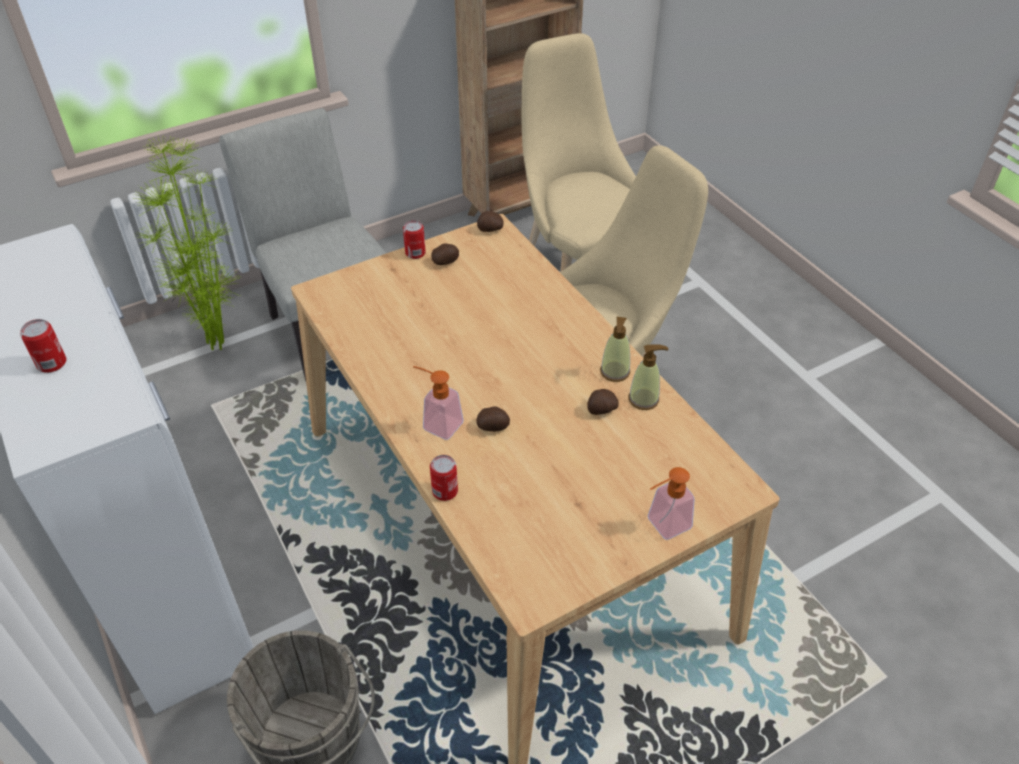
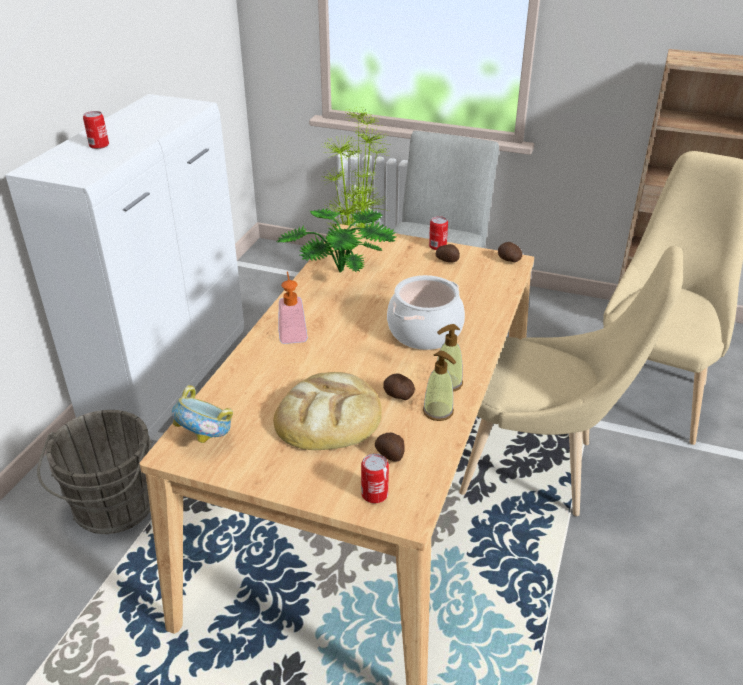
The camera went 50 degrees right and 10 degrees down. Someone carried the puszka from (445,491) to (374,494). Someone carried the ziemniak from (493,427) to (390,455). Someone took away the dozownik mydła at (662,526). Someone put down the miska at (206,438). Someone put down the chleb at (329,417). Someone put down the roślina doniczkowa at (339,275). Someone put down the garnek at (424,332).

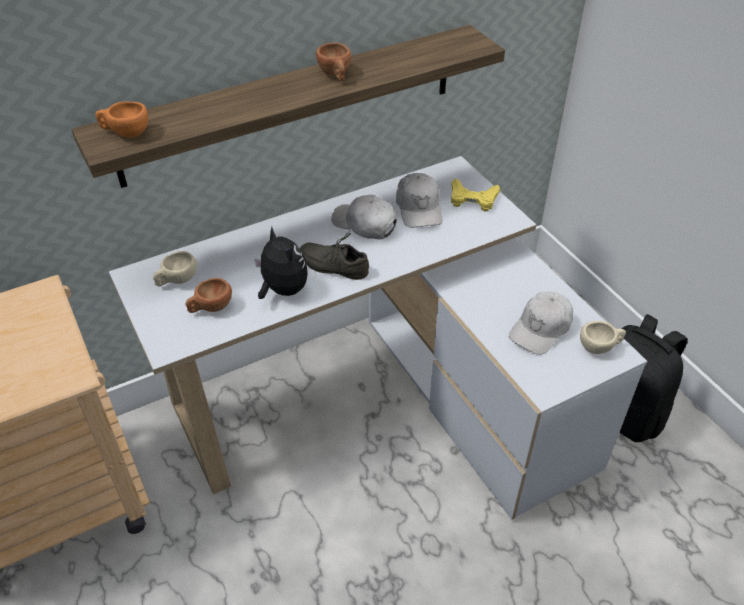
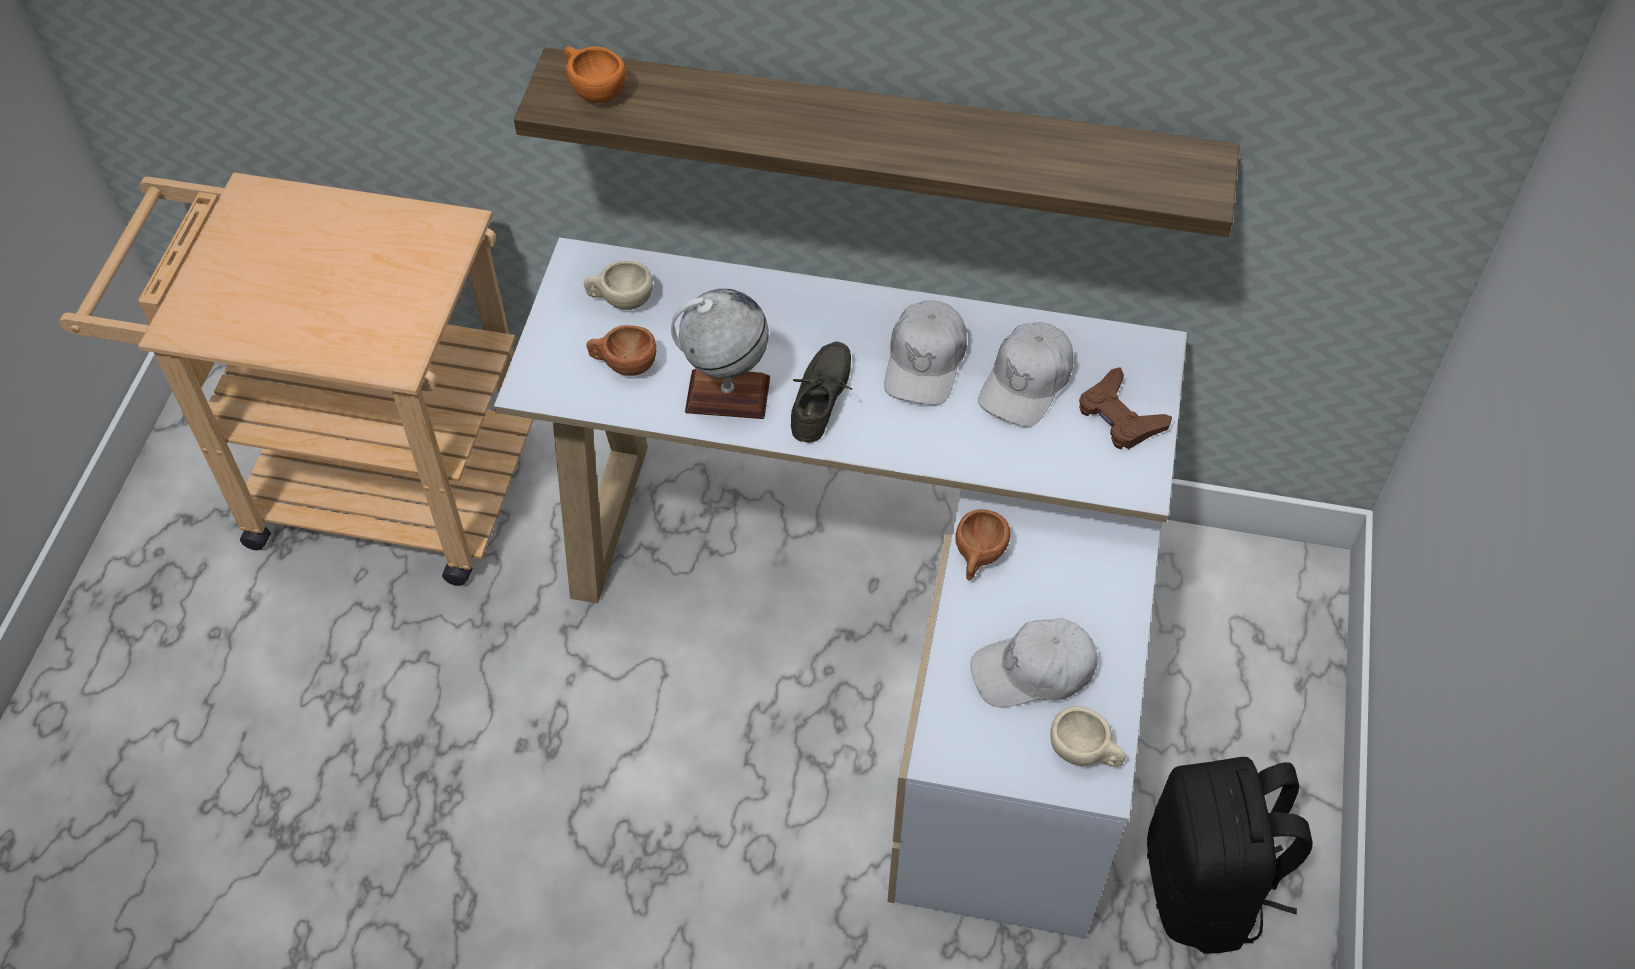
The camera went 40 degrees right and 10 degrees up. Someone swapped the pluszak at (282,290) for the globus at (727,394). Someone rotated the but [szary] at (334,265) by 45 degrees clockwise. Someone carried the filiżanka [brązowy] from (336,75) to (978,558). Someone rotated the czapka z daszkiem [biały] at (364,224) by 150 degrees counterclockwise. Someone repainted the pad do gier [żółty] at (473,199), which became the pad do gier [brązowy] at (1120,416).

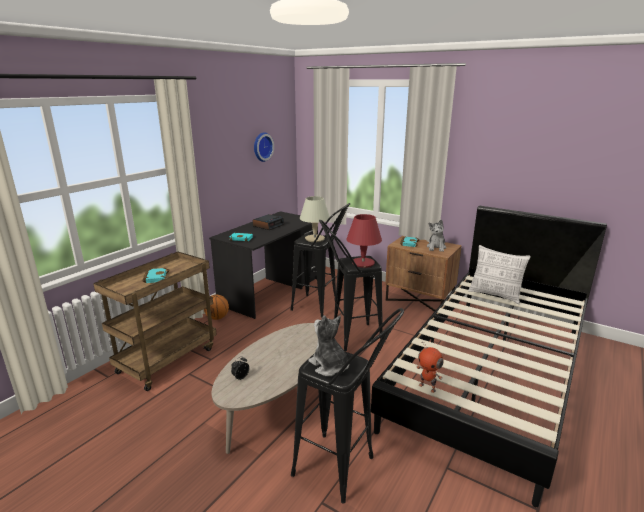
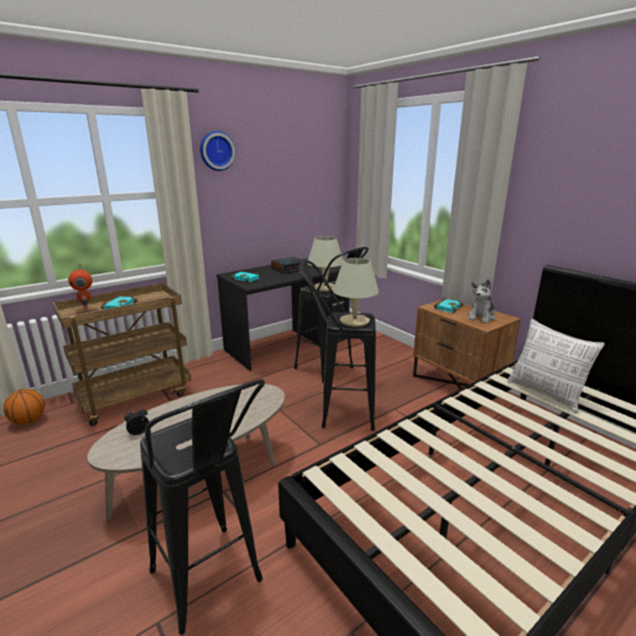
The camera went 20 degrees right and 0 degrees up. Someone carried the piłka do koszykówki from (217,318) to (28,421). Someone carried the zegar ścienny from (261,147) to (216,151). Someone took away the pluszak at (329,366). Someone repainted the lampa stołowa [czerwony] at (363,263), which became the lampa stołowa [beżowy] at (354,321). Someone carried the robot zabawkowy from (427,387) to (87,309).

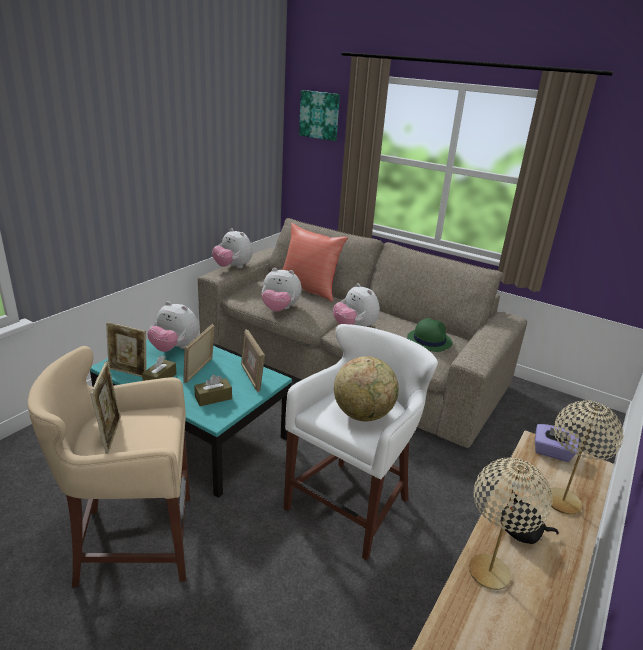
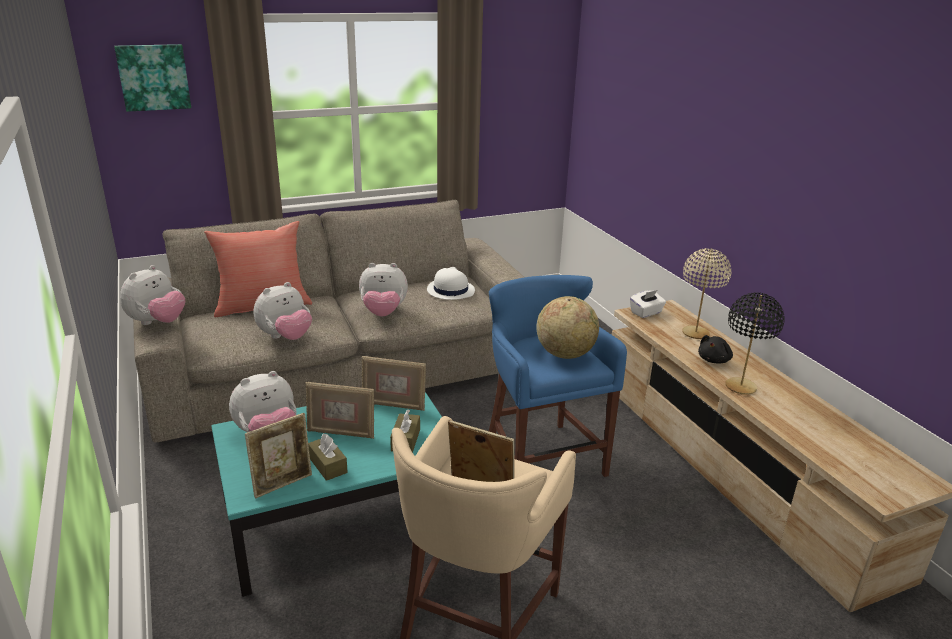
The camera went 55 degrees left and 0 degrees up. Someone rotated the ramka na zdjęcie at (200,371) by 45 degrees counterclockwise. Someone rotated the pluszak at (232,267) by 45 degrees counterclockwise. Someone repainted the stołek [biały] at (351,503), which became the stołek [niebieski] at (541,455). Someone repainted the kapelusz [zielony] at (429,340), which became the kapelusz [biały] at (450,290). Someone repainted the lampa stołowa [beżowy] at (489,573), which became the lampa stołowa [czarny] at (741,387). Someone repainted the pudełko chusteczek [fioletowy] at (552,452), which became the pudełko chusteczek [biały] at (646,313).

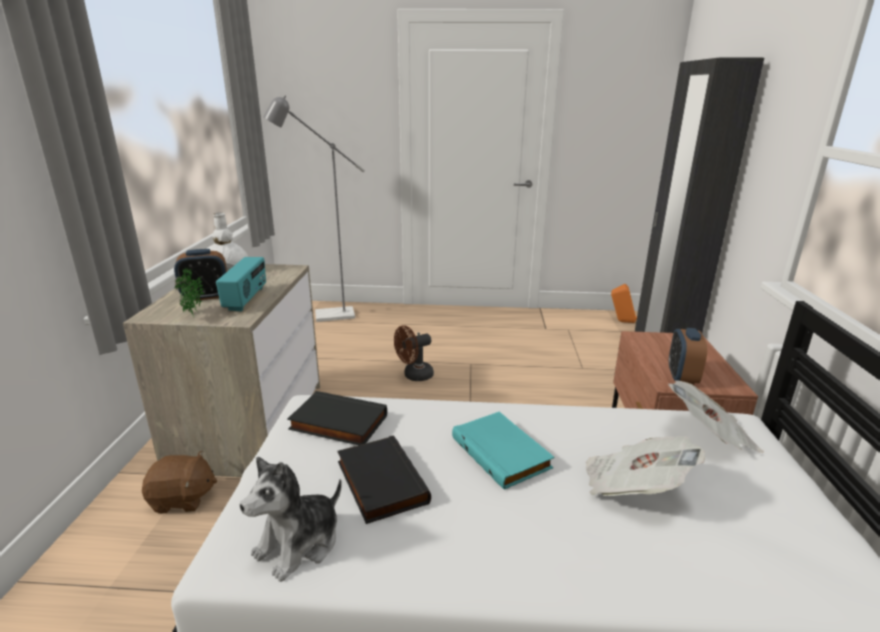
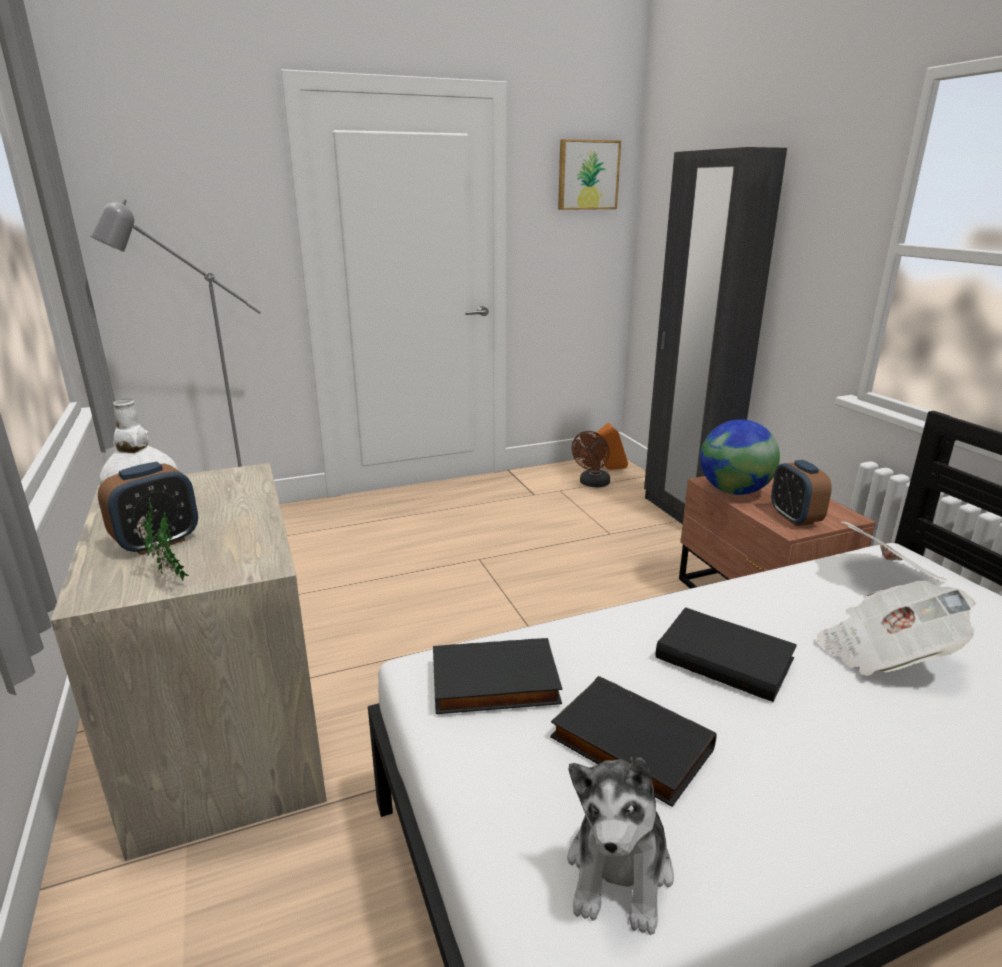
The camera went 25 degrees left and 0 degrees up. Someone took away the pluszak [brązowy] at (182,499). Someone took away the radio at (246,299). Someone carried the wentylator [brązowy] from (414,376) to (592,484). Someone repainted the książka [turkusowy] at (503,452), which became the książka [czarny] at (726,657). Someone put up the obraz at (587,175). Someone put down the globus at (734,491).

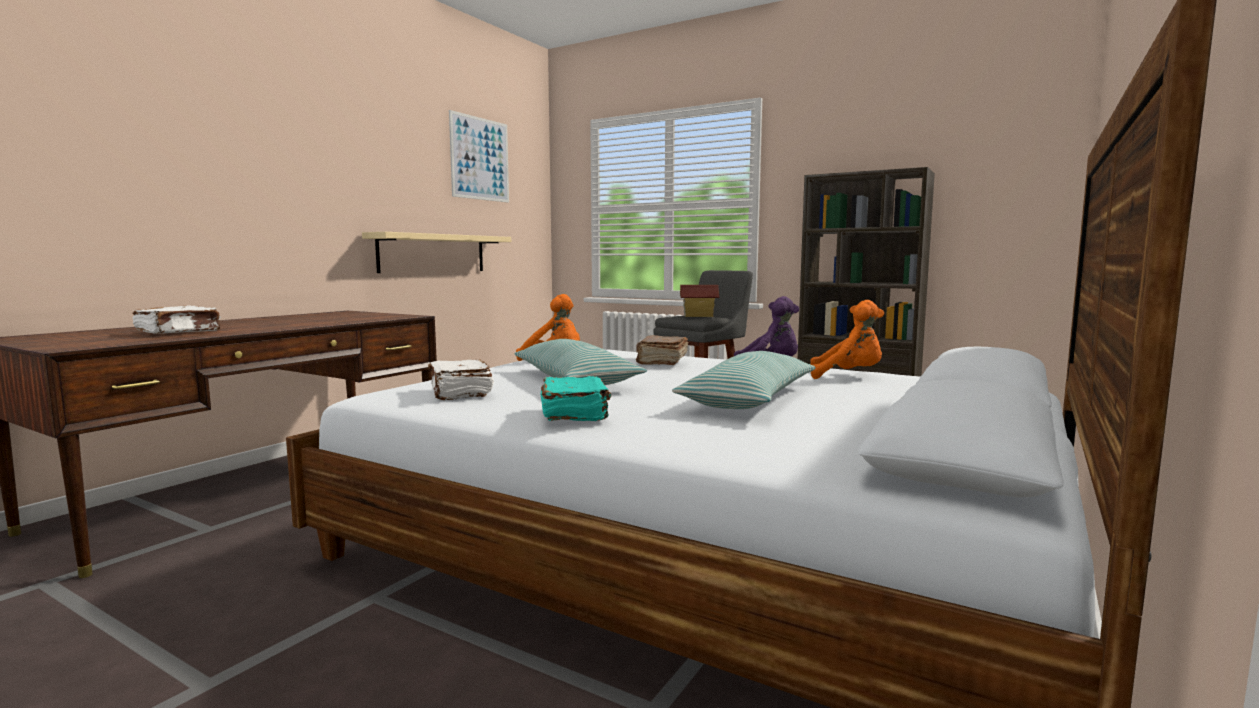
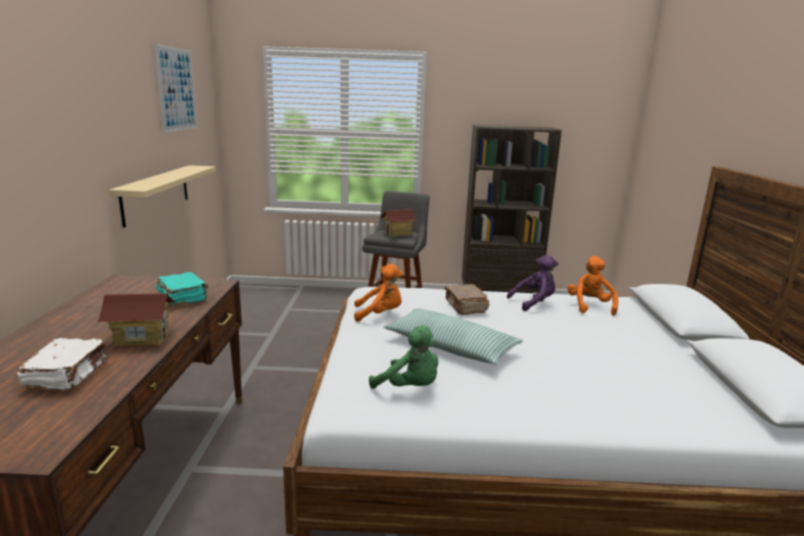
The camera went 30 degrees left and 10 degrees up. Someone swapped the książka [biały] at (460,392) for the pluszak [zielony] at (409,387). Someone carried the książka [turkusowy] from (575,415) to (183,297). Someone took away the poduszka at (749,400). Someone rotated the pluszak [pomarańczowy] at (848,376) by 75 degrees counterclockwise. Someone put down the domek at (142,338).

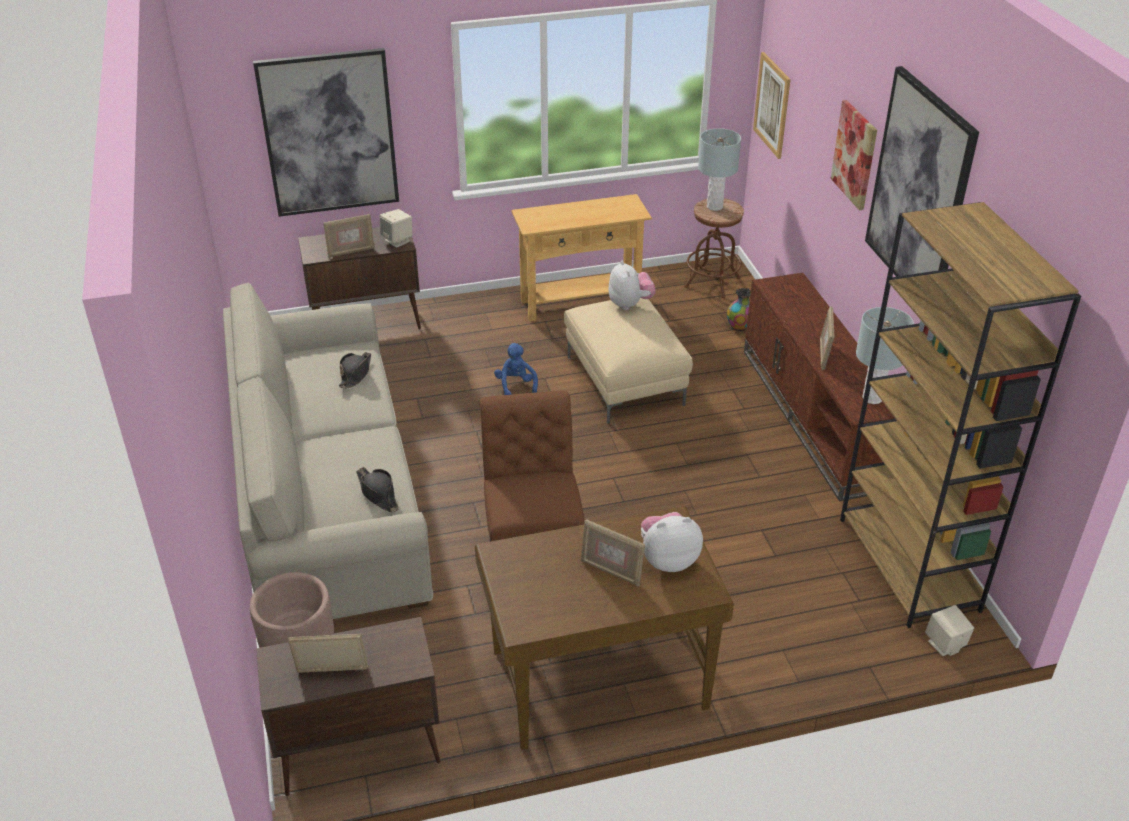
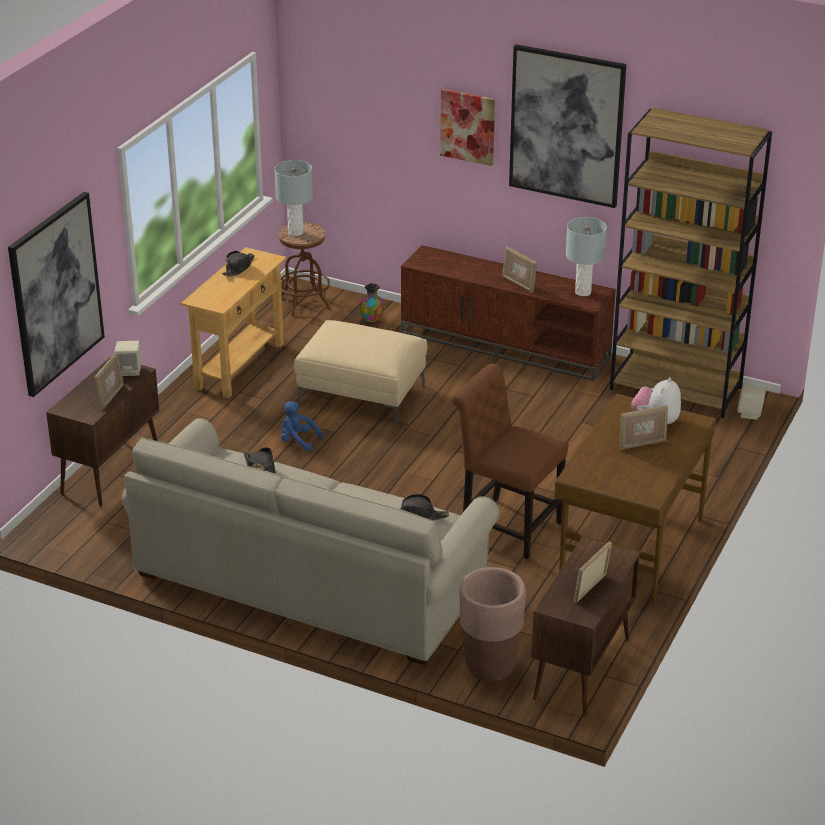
The camera went 50 degrees left and 5 degrees down. Someone took away the pluszak at (630,304). Someone took away the obraz at (772,105). Someone put down the kapelusz [czarny] at (238,268).

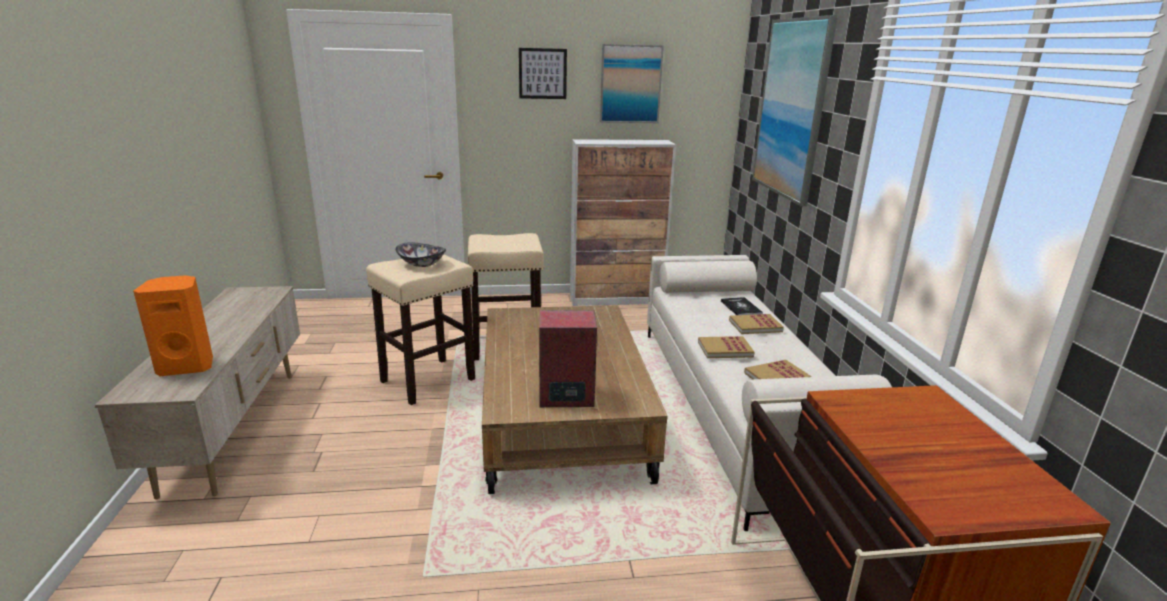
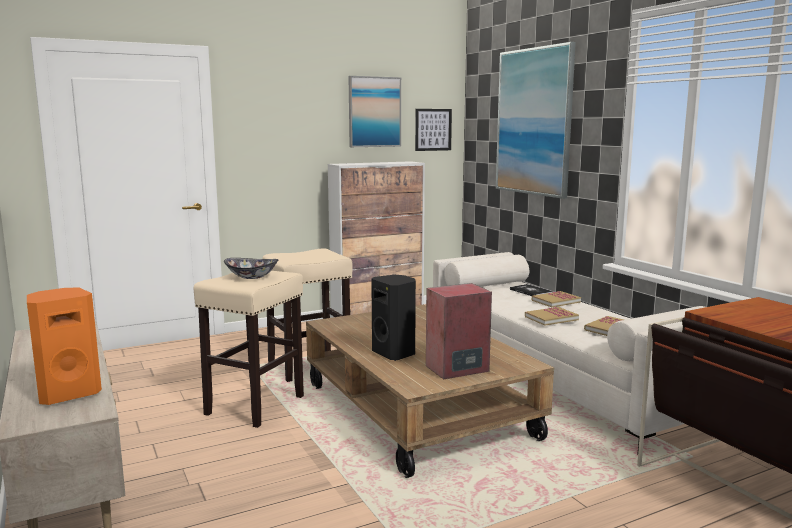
The camera went 20 degrees left and 10 degrees down. Someone carried the obraz from (542,73) to (433,129). Someone put down the głośnik [czarny] at (395,353).

